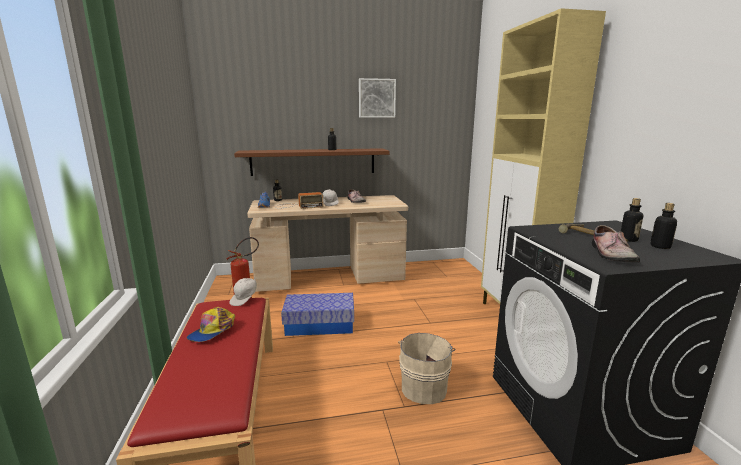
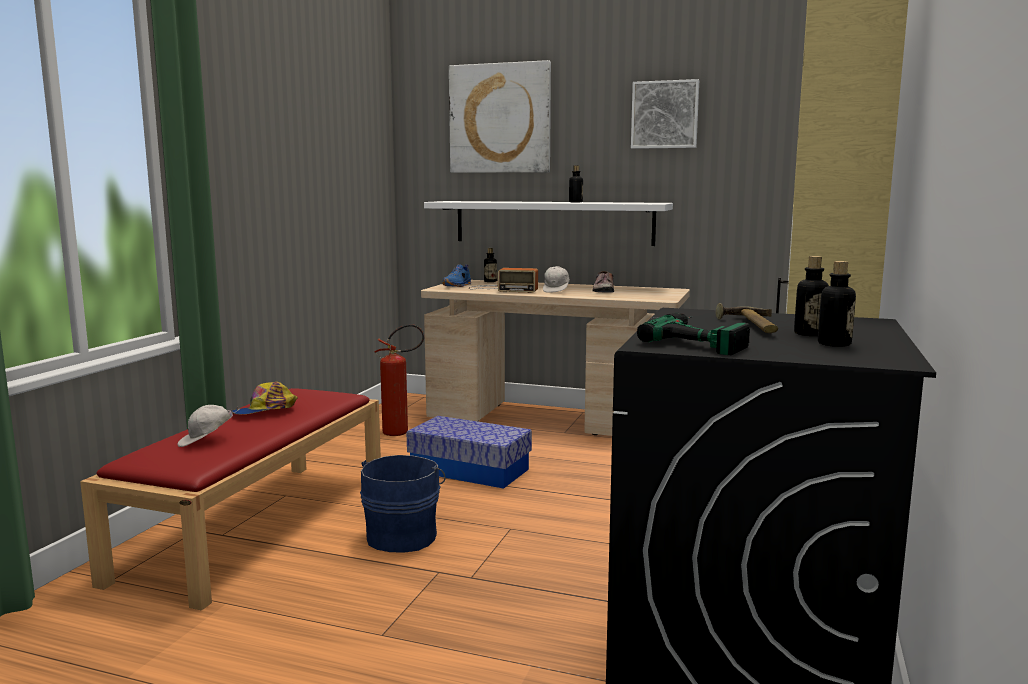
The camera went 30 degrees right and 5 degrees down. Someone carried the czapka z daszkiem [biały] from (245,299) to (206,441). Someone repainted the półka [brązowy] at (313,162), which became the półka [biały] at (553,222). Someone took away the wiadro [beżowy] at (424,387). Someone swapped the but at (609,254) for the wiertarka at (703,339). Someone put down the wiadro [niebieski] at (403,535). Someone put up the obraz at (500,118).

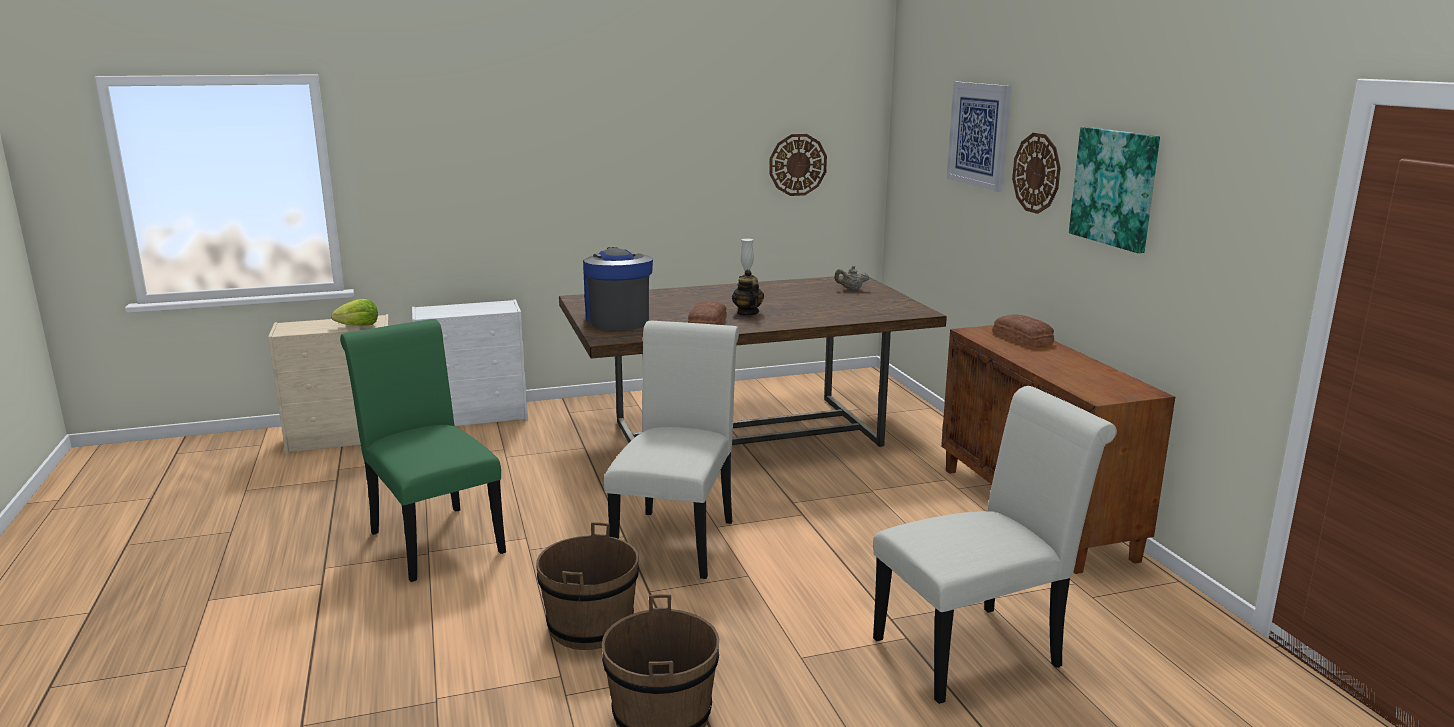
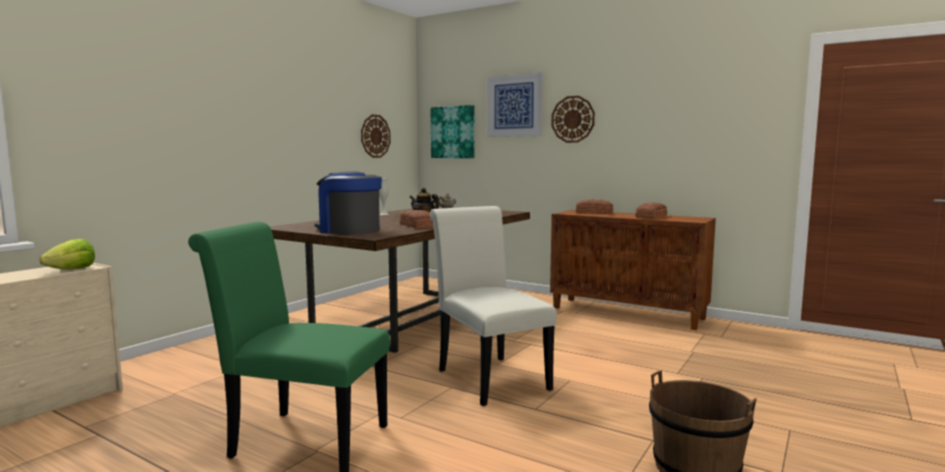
The camera went 40 degrees left and 10 degrees down. Someone took away the komoda [biały] at (476,417). Someone took away the wiadro [brązowy] at (590,626). Someone took away the krzesło [biały] at (977,649). Someone carried the obraz from (1115,187) to (453,132). Someone put down the chleb at (652,217).

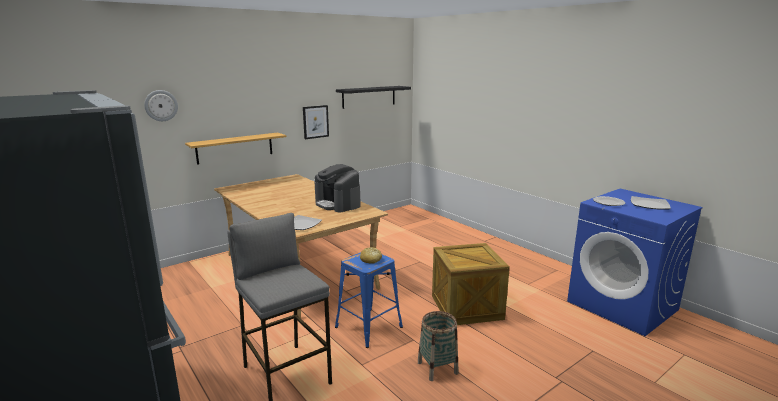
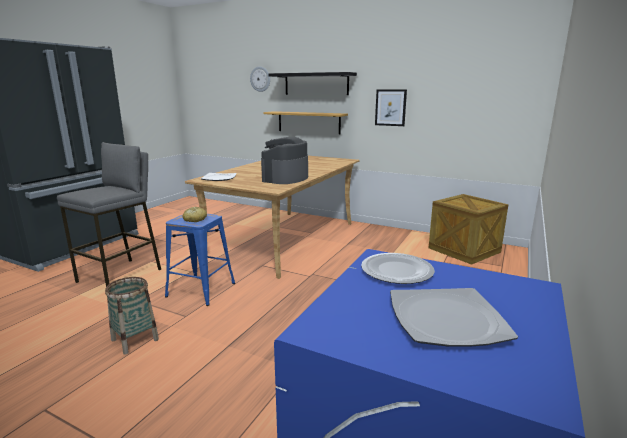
The camera went 65 degrees right and 0 degrees up. Someone carried the półka [czarny] from (369,97) to (316,84). Someone carried the skrzynka from (466,307) to (464,250).

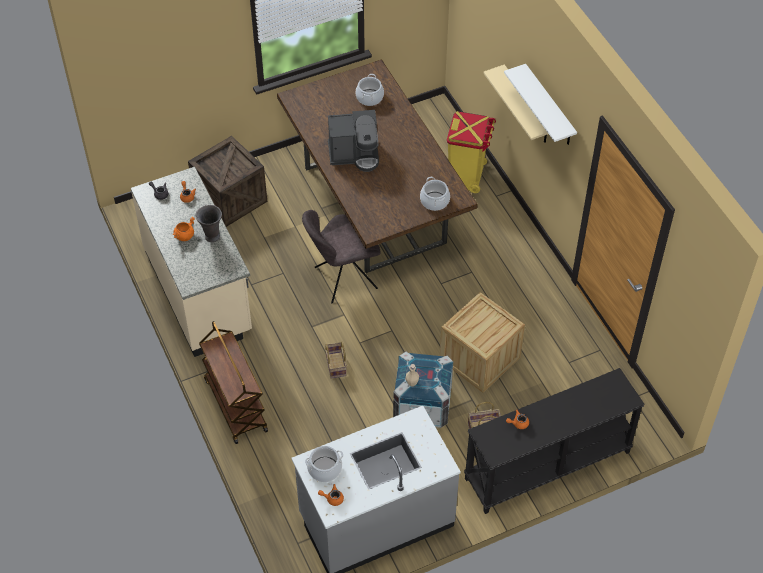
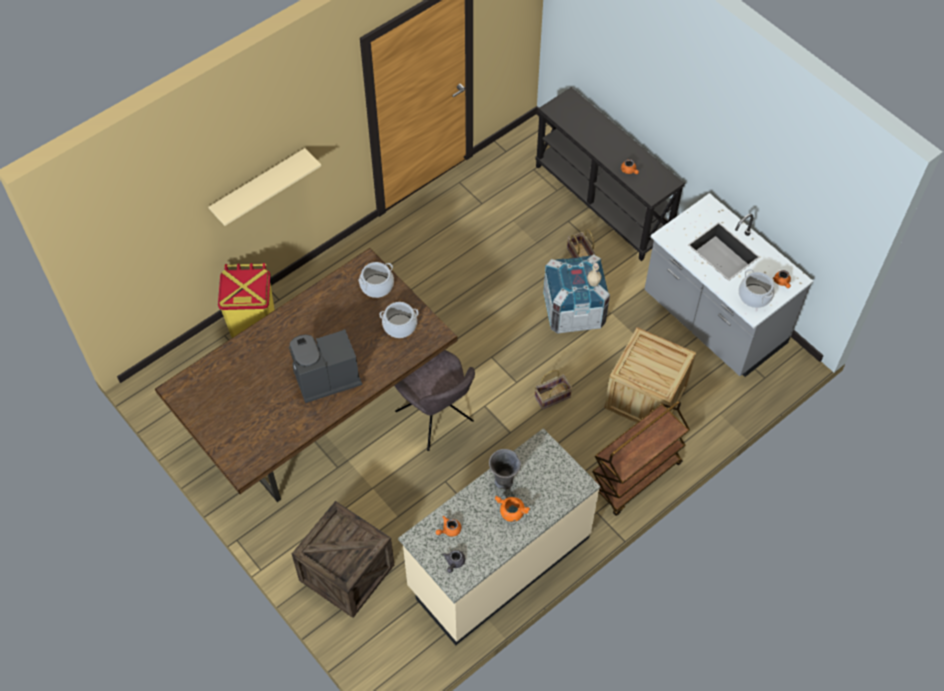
The camera went 105 degrees left and 5 degrees up. Someone rotated the ekspres do kawy at (355,154) by 90 degrees counterclockwise. Someone carried the garnek from (369,97) to (400,326). Someone carried the skrzynka from (479,358) to (646,396). Someone took away the półka [biały] at (549,107).

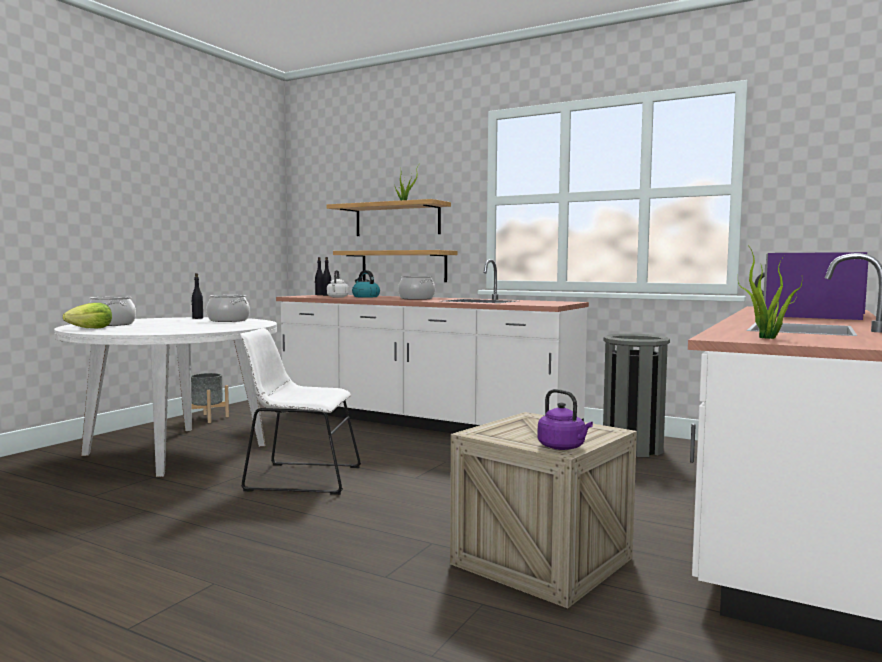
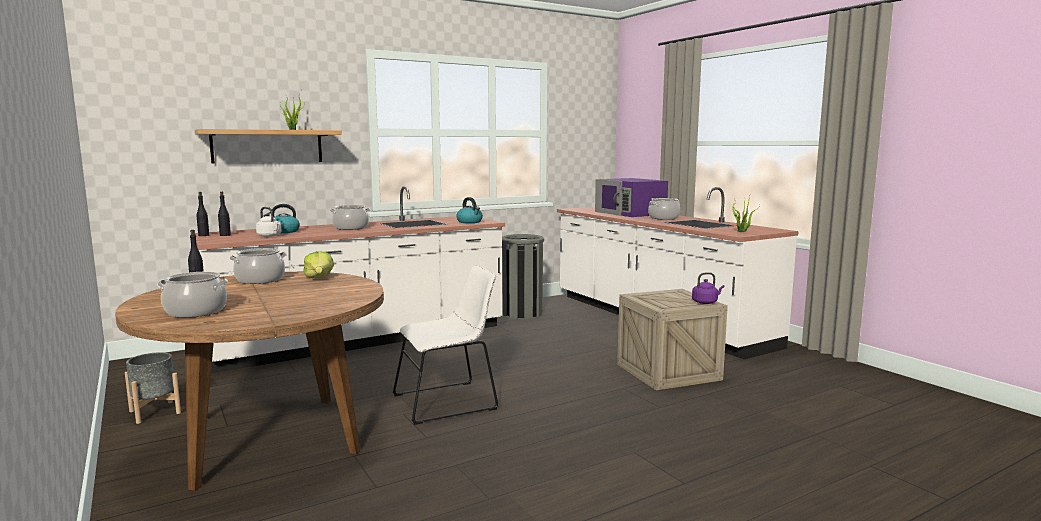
The camera went 60 degrees left and 5 degrees up. Someone repainted the stół jadalny [biały] at (176,450), which became the stół jadalny [brązowy] at (270,438). Someone carried the sałata from (91,329) to (319,277). Someone rotated the krzesło [biały] at (298,478) by 150 degrees counterclockwise. Someone took away the półka at (403,266). Someone put down the czajnik at (470,222). Someone put down the garnek at (663,218).

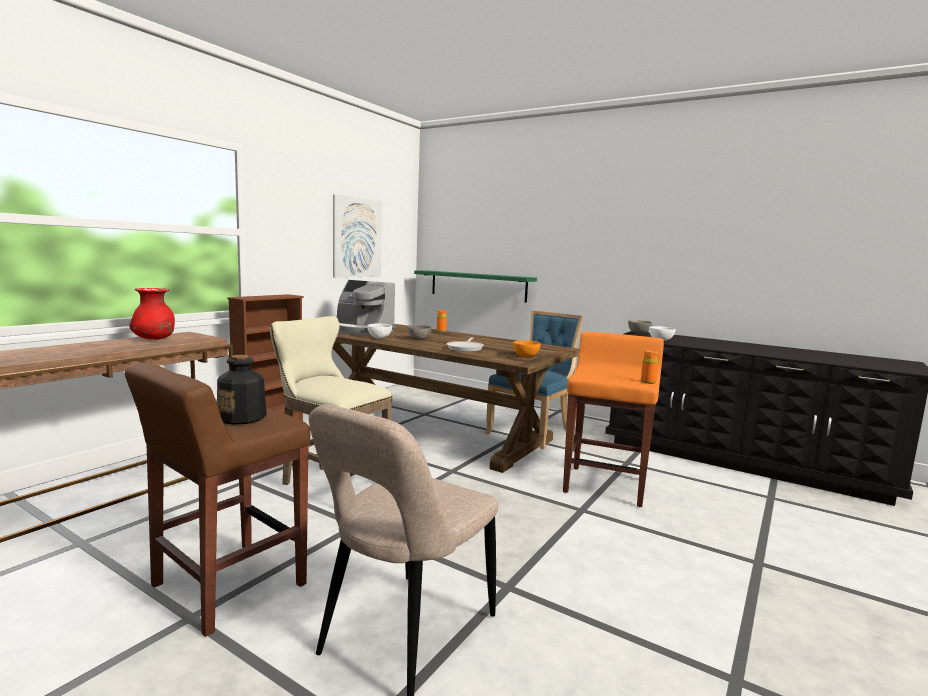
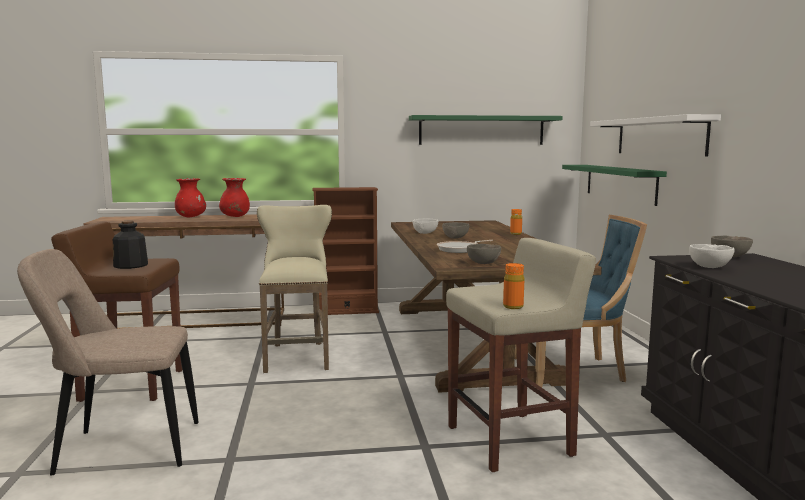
The camera went 50 degrees right and 0 degrees up. Someone swapped the obraz at (357,238) for the półka [zielony] at (481,130). Someone took away the ekspres do kawy at (361,331). Someone repainted the miska [pomarańczowy] at (526,357), which became the miska [szary] at (484,263). Someone repainted the stołek [pomarańczowy] at (606,485), which became the stołek [beżowy] at (511,441). Someone put down the wazon [czerwony] at (191,217). Someone put up the półka [biały] at (659,136).

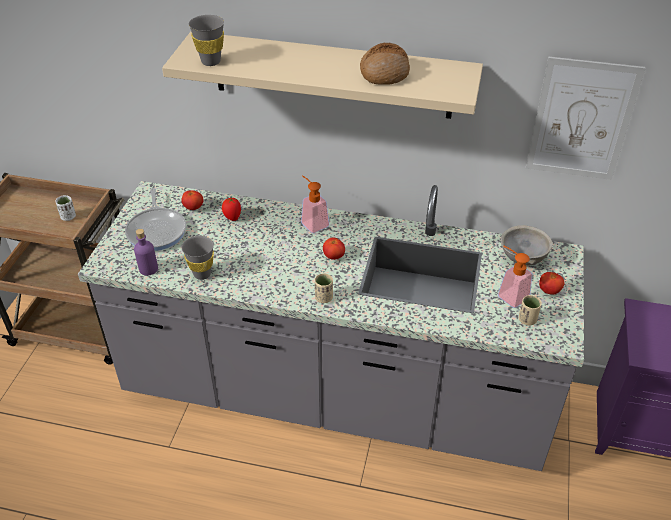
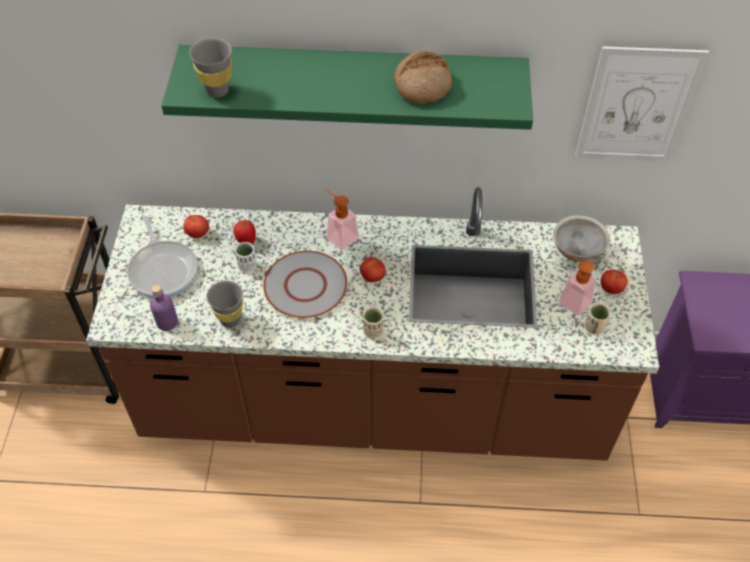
The camera went 10 degrees left and 10 degrees up. Someone carried the filiżanka [biały] from (68,217) to (247,266). Someone repainted the zabudowa kuchenna [szary] at (335,396), which became the zabudowa kuchenna [brązowy] at (374,404). Someone repainted the półka [beżowy] at (332,75), which became the półka [zielony] at (353,80). Someone put down the talerz [szary] at (305,285).

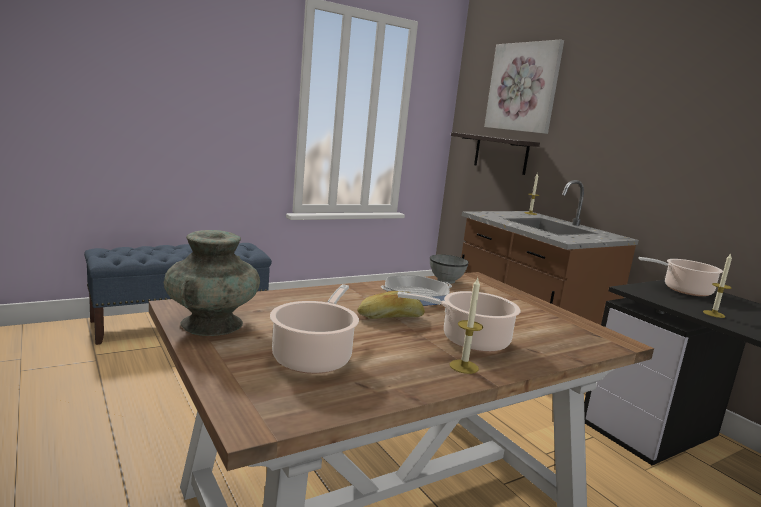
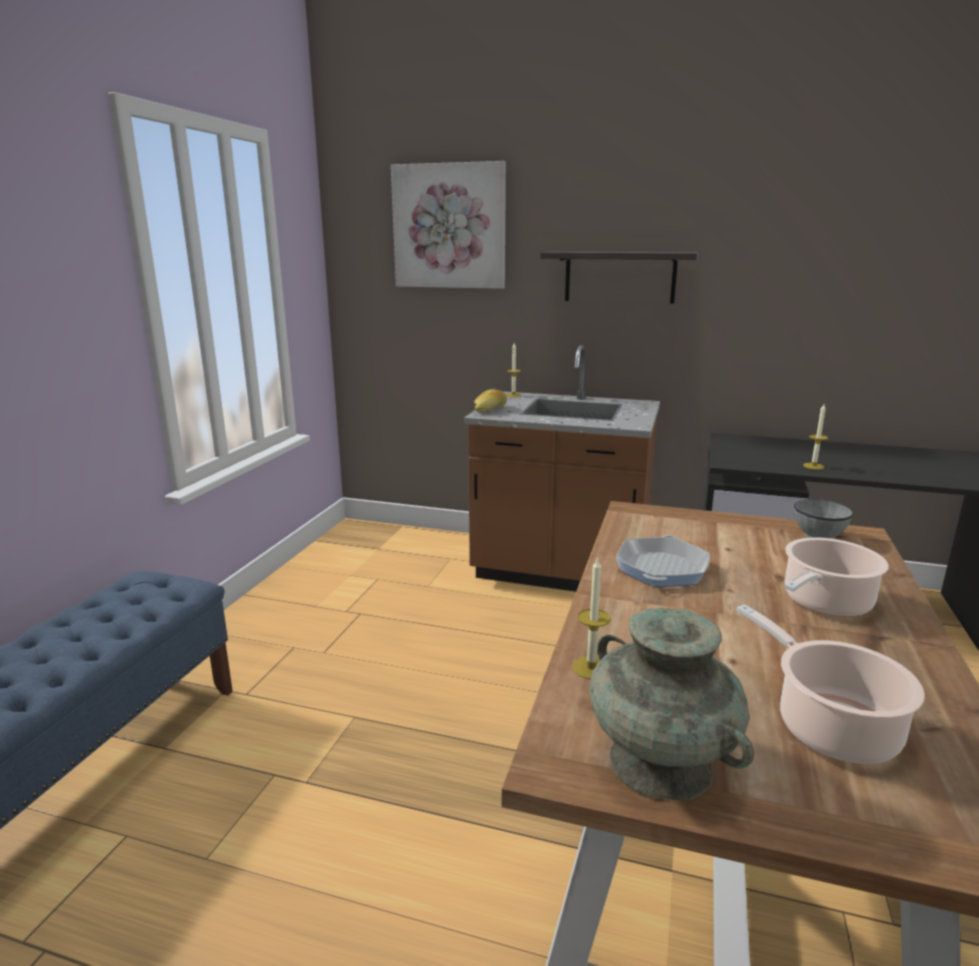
The camera went 40 degrees left and 5 degrees up. Someone carried the chleb from (390,317) to (490,409). Someone carried the miska [szary] from (446,281) to (819,537). Someone carried the świeca from (464,366) to (591,668). Someone carried the półka from (501,153) to (620,277). Someone took away the garnek at (684,290).

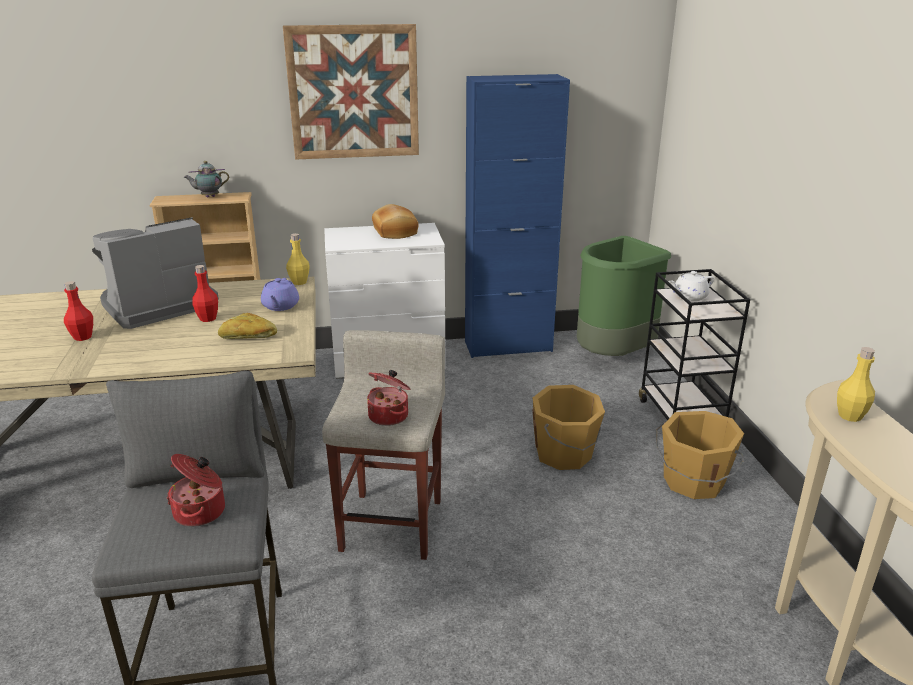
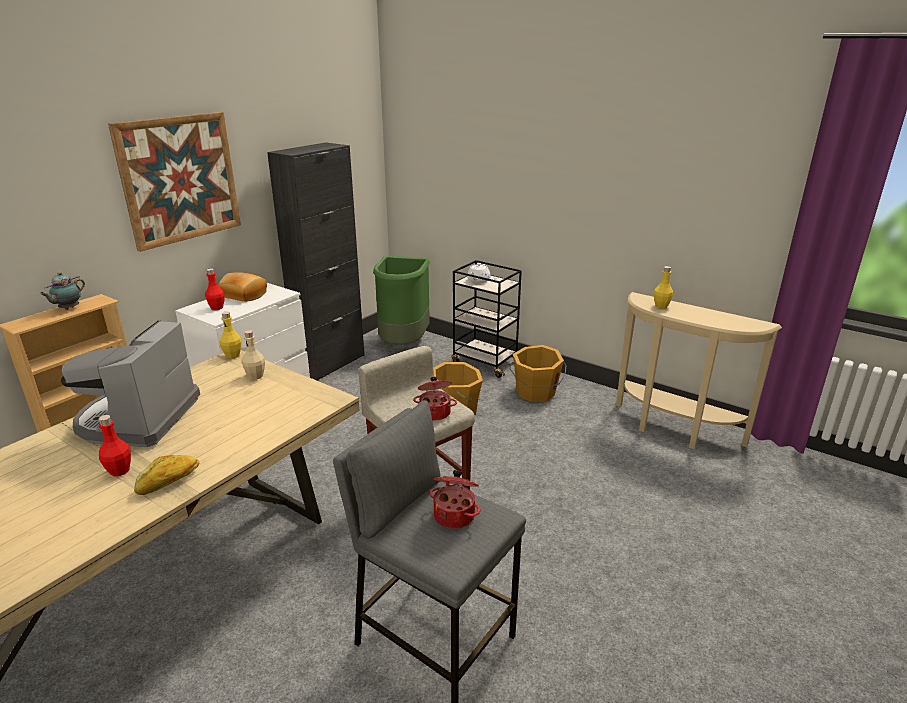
The camera went 45 degrees left and 0 degrees up. Someone carried the butelka [czerwony] from (208,318) to (217,308). Someone carried the chleb from (248,337) to (169,481). Someone swapped the imbryk [fioletowy] at (280,306) for the butelka [beżowy] at (255,376). Someone repainted the szafka [niebieski] at (508,346), which became the szafka [czarny] at (330,364).

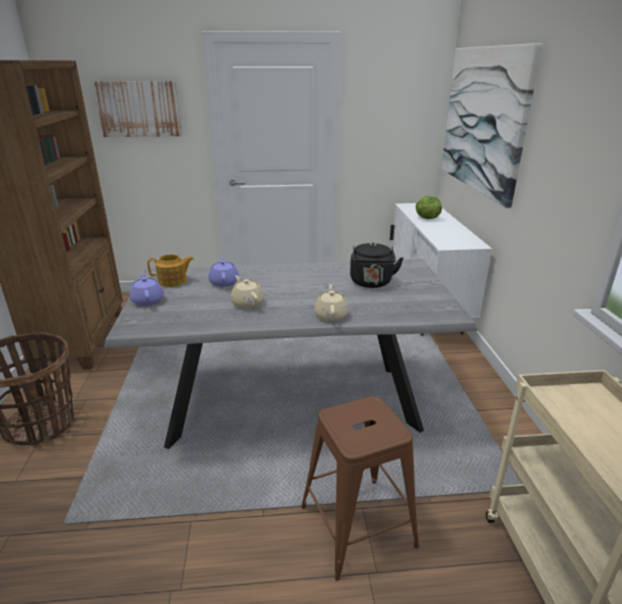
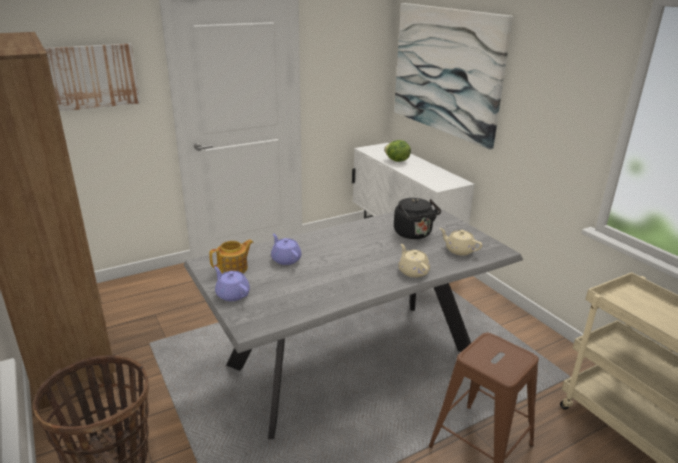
The camera went 25 degrees left and 0 degrees up. Someone carried the imbryk [beżowy] from (247,302) to (459,250).

